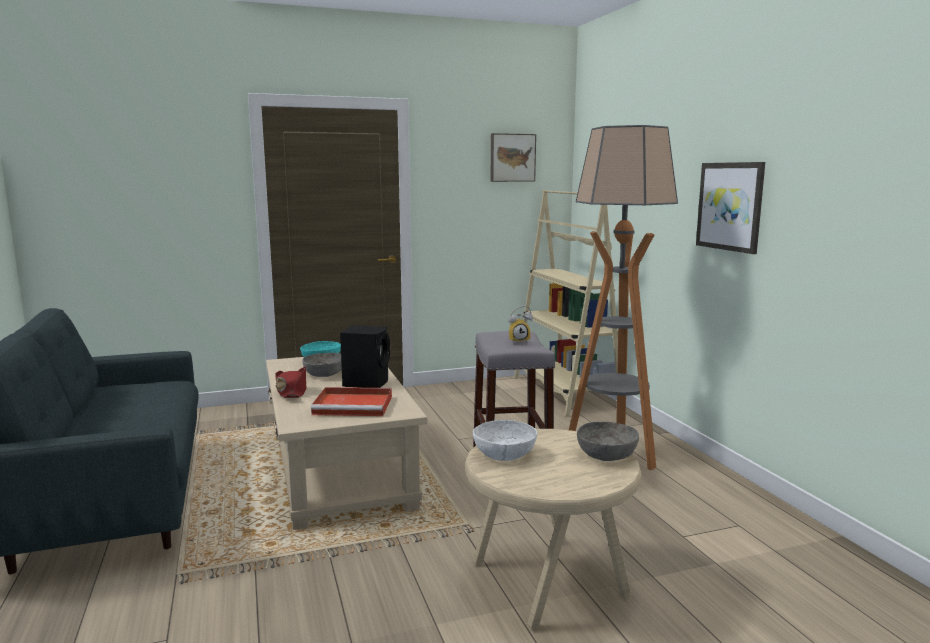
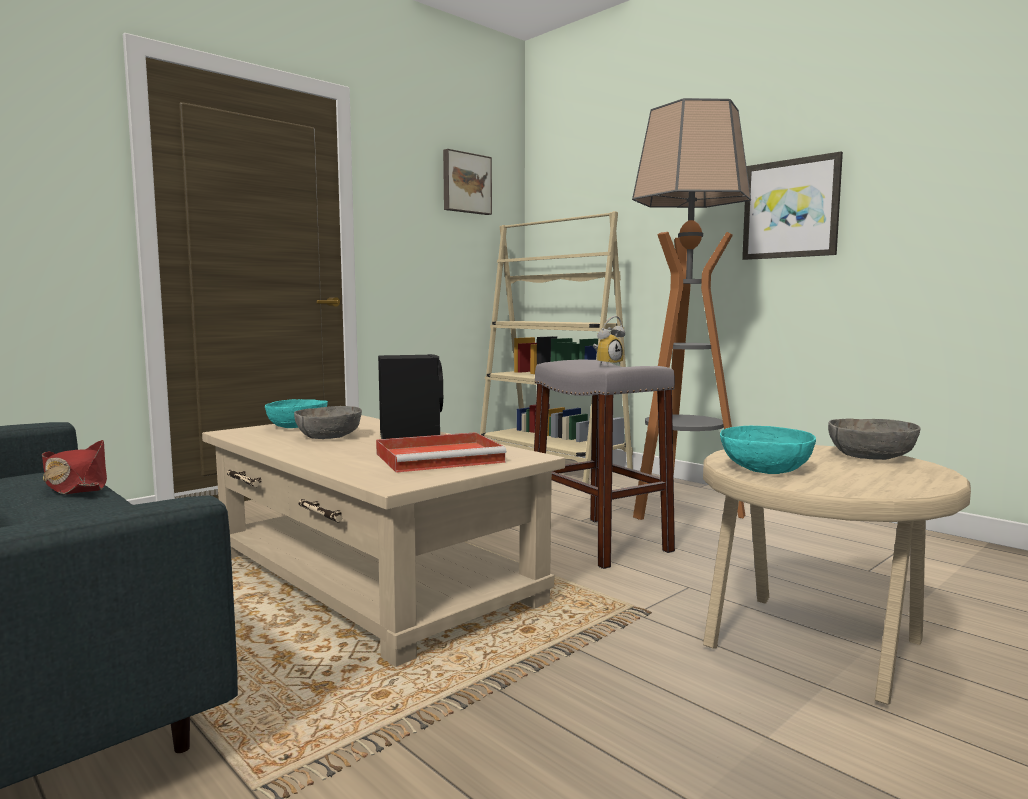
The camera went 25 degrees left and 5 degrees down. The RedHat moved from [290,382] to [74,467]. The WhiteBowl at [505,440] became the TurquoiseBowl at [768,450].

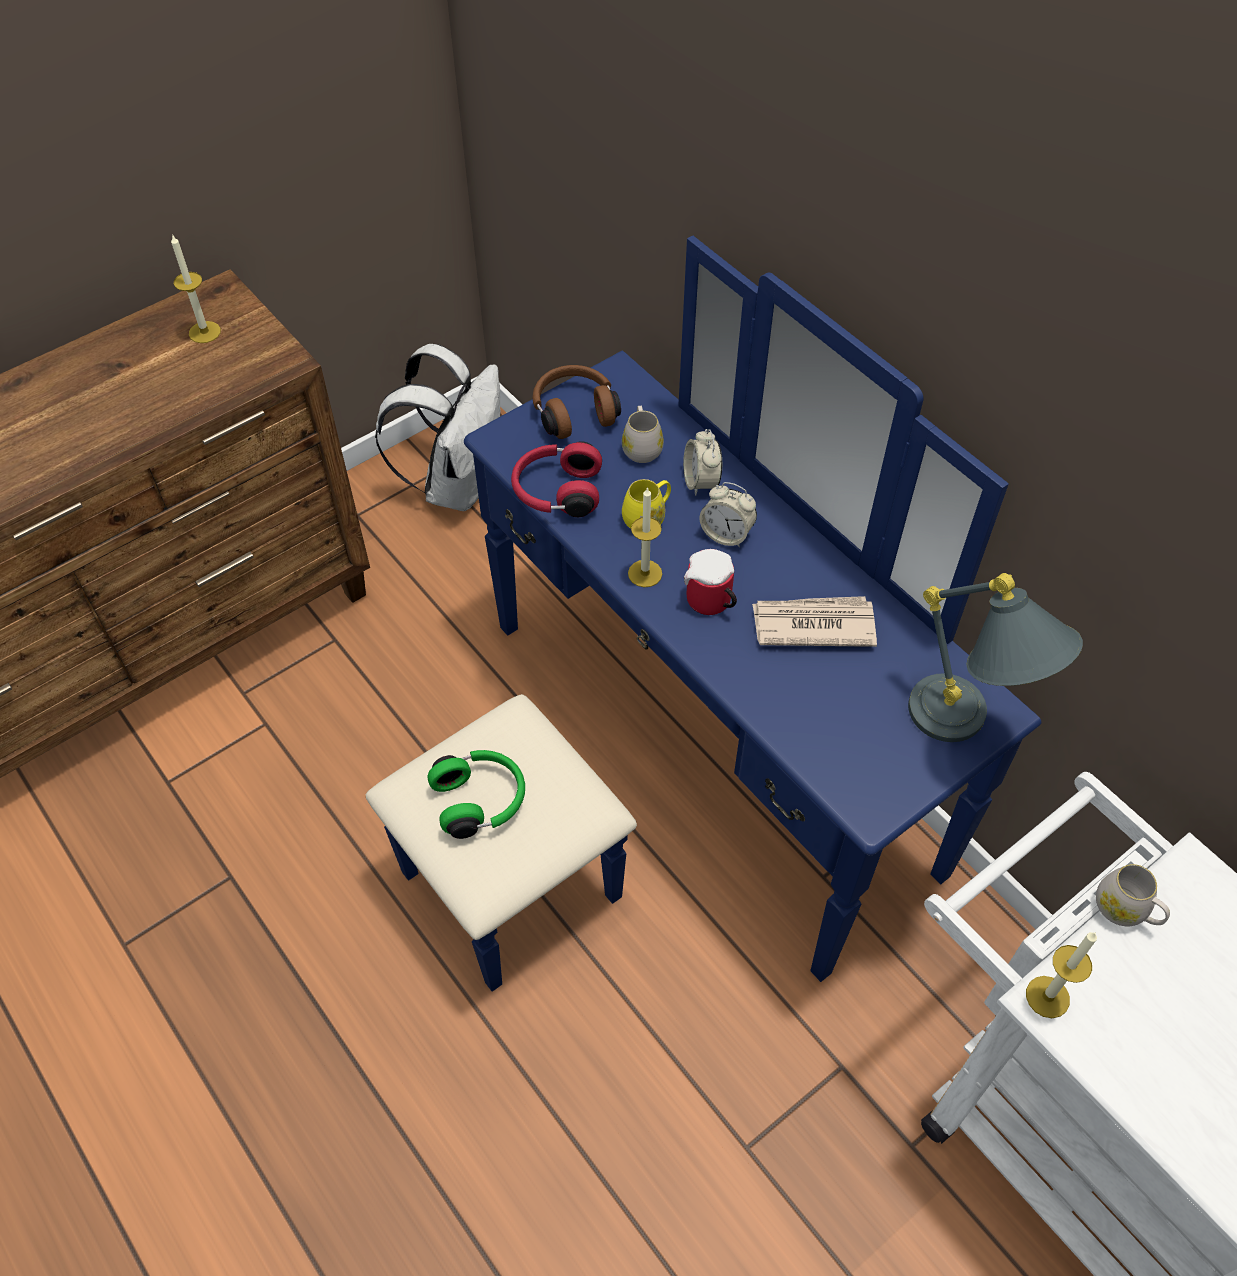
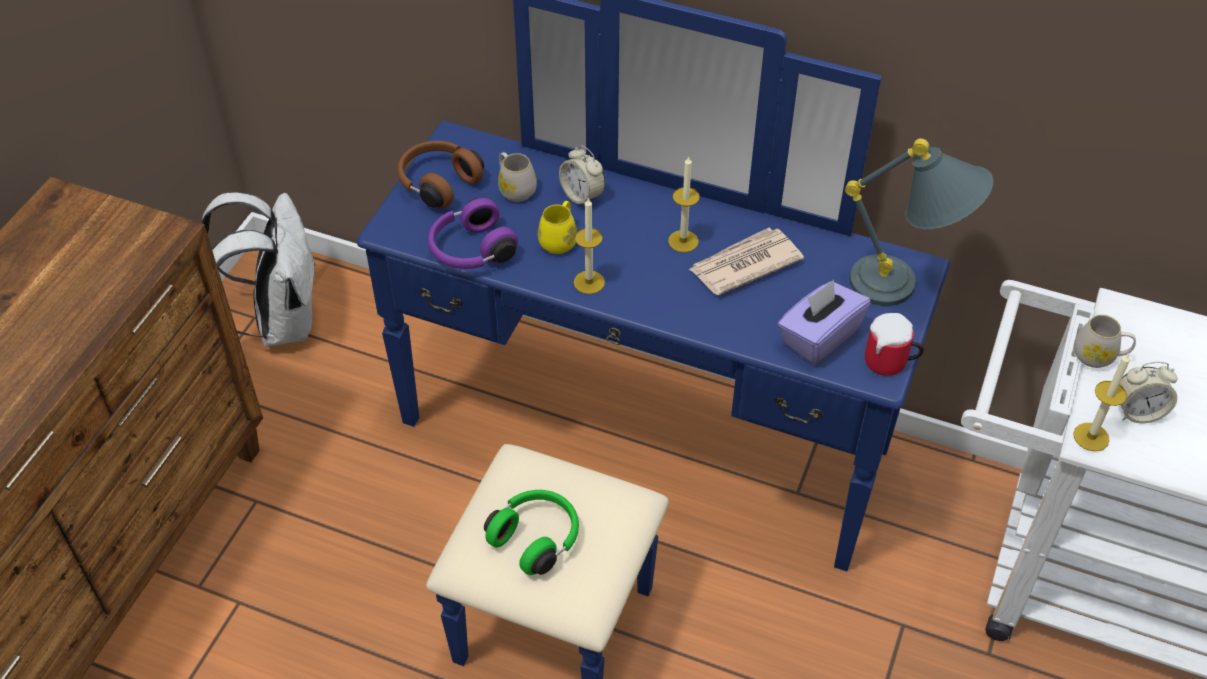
The camera went 30 degrees left and 5 degrees down. The Candle moved from [196,288] to [684,204]. The RedHeadphones at [556,479] became the PurpleHeadphones at [473,233]. The Mug moved from [710,582] to [894,344]. The AlarmClock moved from [728,514] to [1148,392]. The PurpleTissueBox at [824,322] appeared.

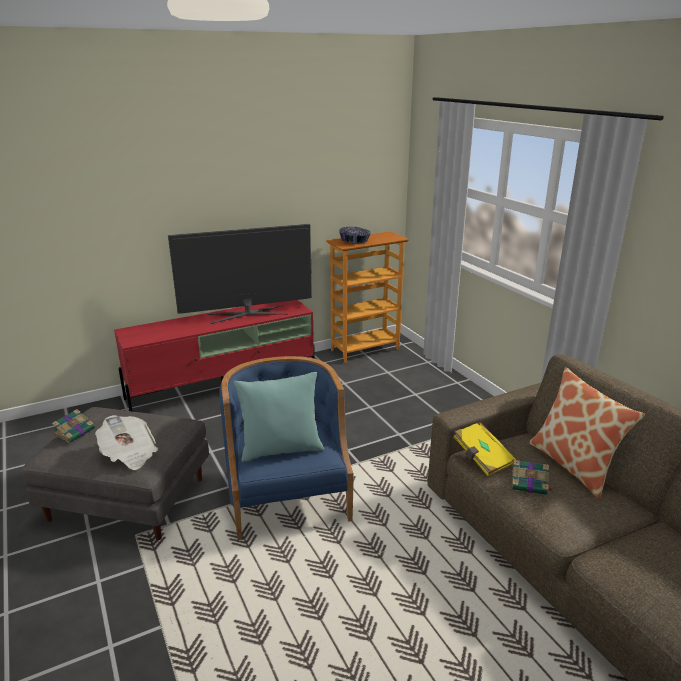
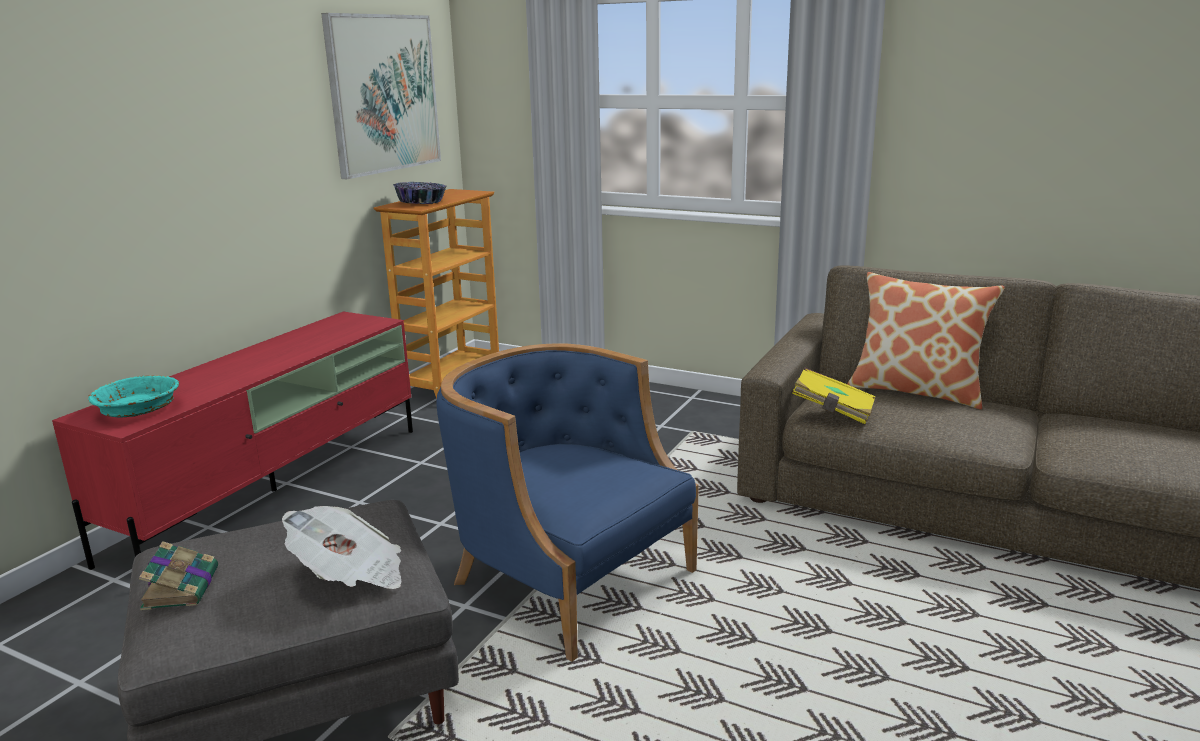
The camera went 35 degrees left and 5 degrees down. The Television at [240,274] disappeared. The TurquoisePillow at [279,417] disappeared. The Book at [533,477] disappeared. The TurquoiseBowl at [133,396] appeared. The Picture at [381,96] appeared.

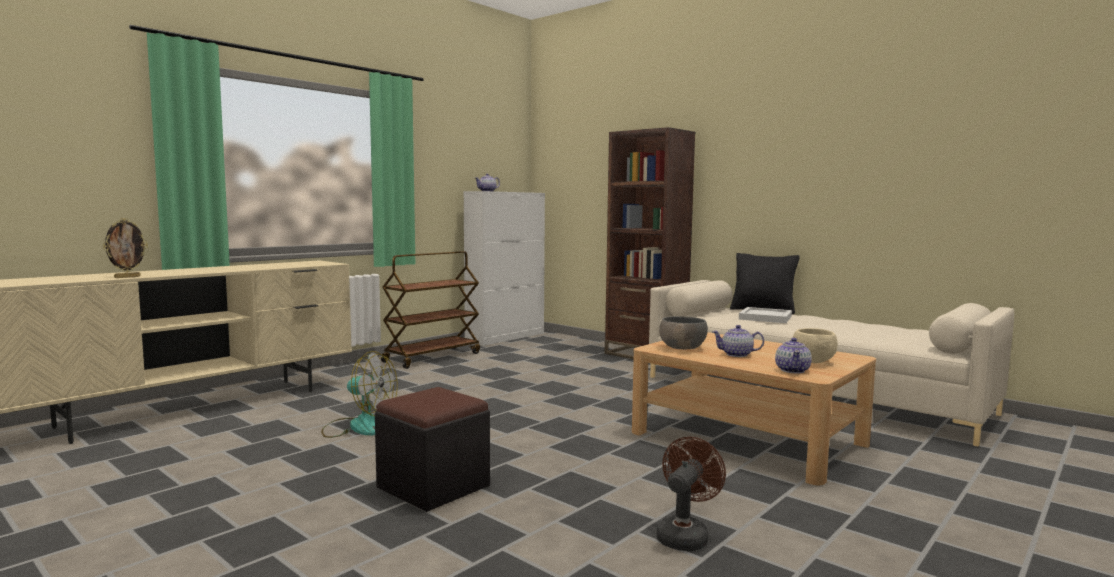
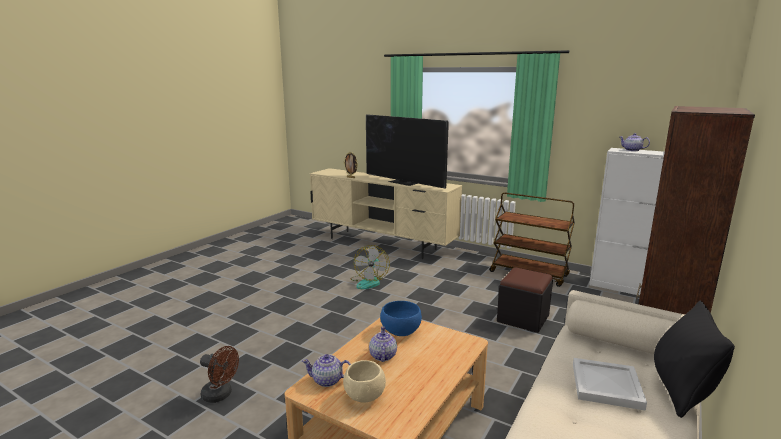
The camera went 80 degrees right and 10 degrees up. The BlackOttoman moved from [432,449] to [525,300]. The GreyBowl at [683,332] became the BlueBowl at [401,318]. The Television at [407,151] appeared.

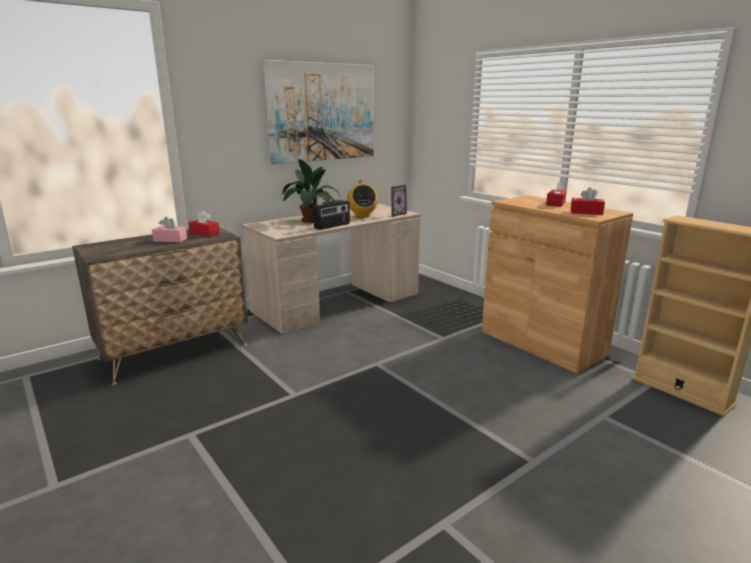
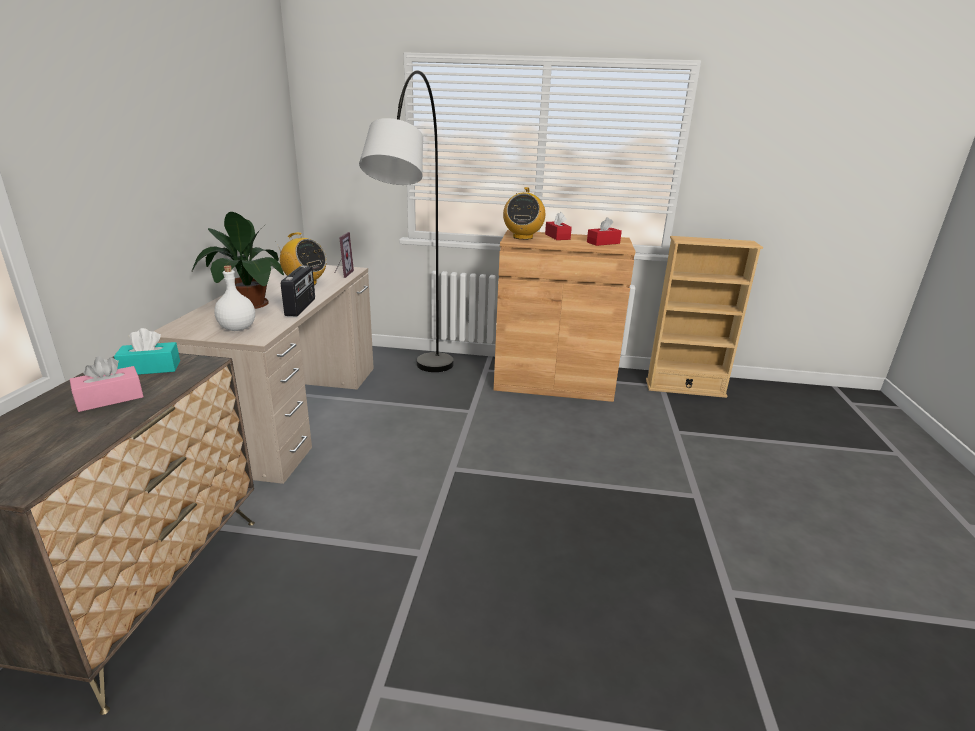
The camera went 45 degrees left and 5 degrees up. The RedTissueBox at [204,224] became the TurquoiseTissueBox at [147,351]. The Picture at [318,112] disappeared. The WhiteBottle at [234,298] appeared. The GreyFloorLamp at [406,221] appeared. The Radio at [524,213] appeared.

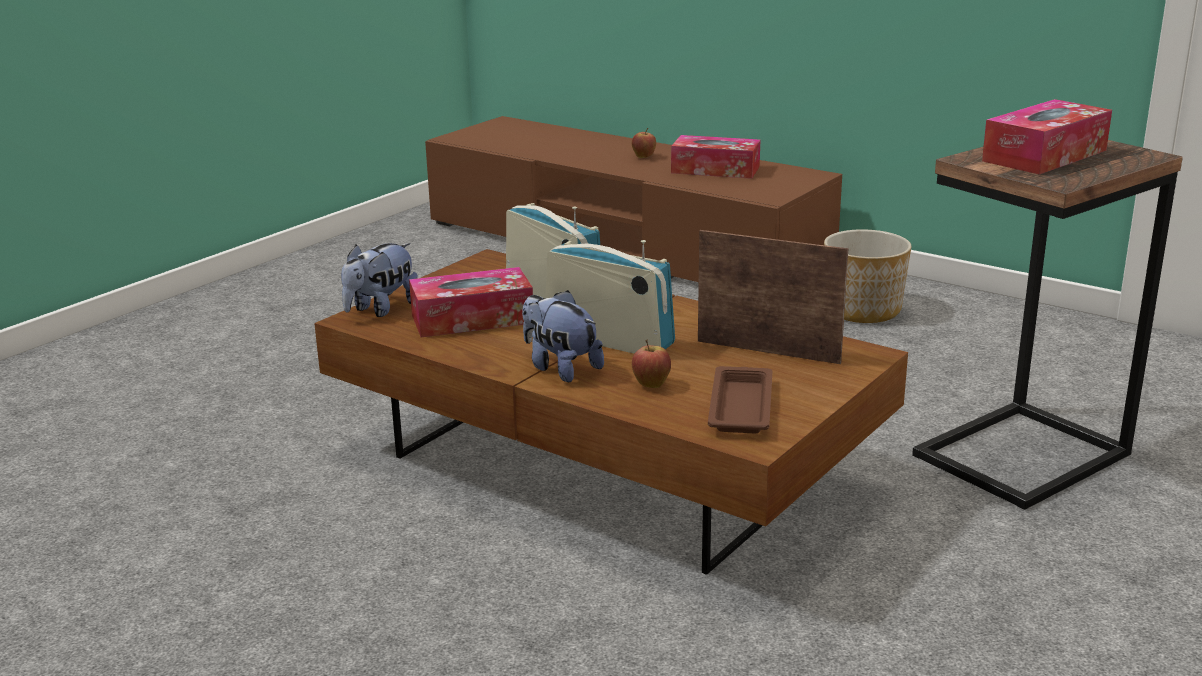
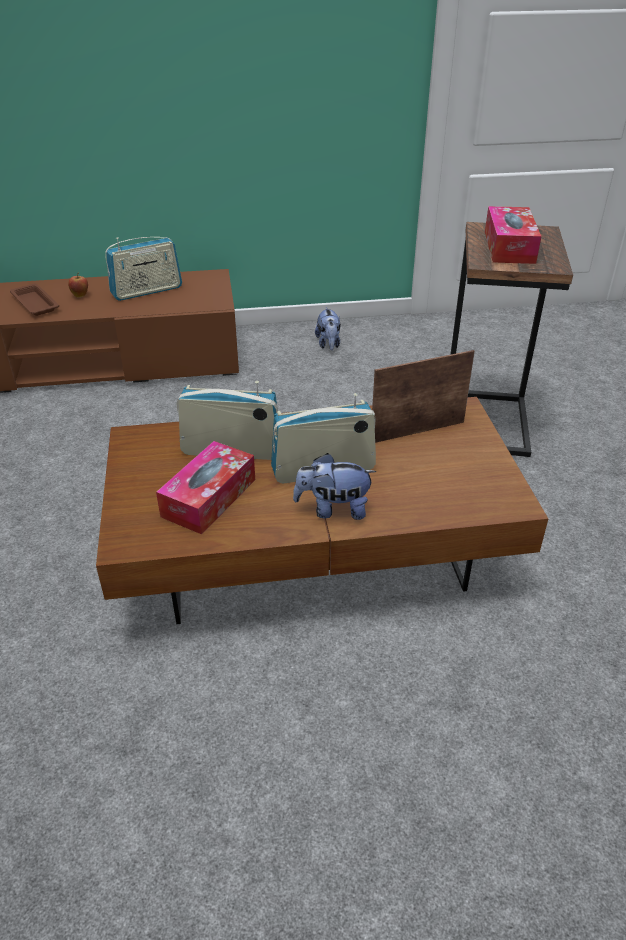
The camera went 45 degrees left and 15 degrees up. The PlushToy moved from [379,280] to [328,328]. The Apple at [651,364] disappeared. The TissueBox at [715,157] was replaced by the Radio at [143,269]. The BrownTray moved from [740,400] to [34,300]. The Planter at [868,276] disappeared.

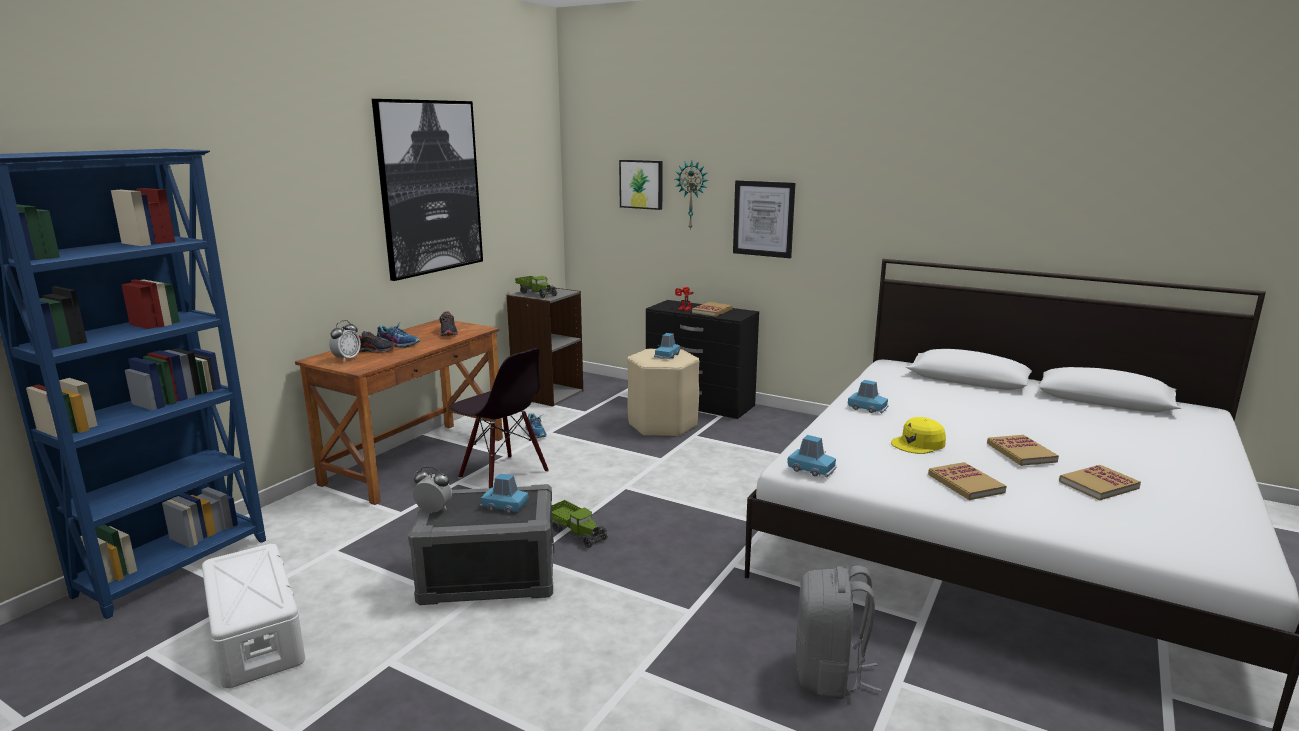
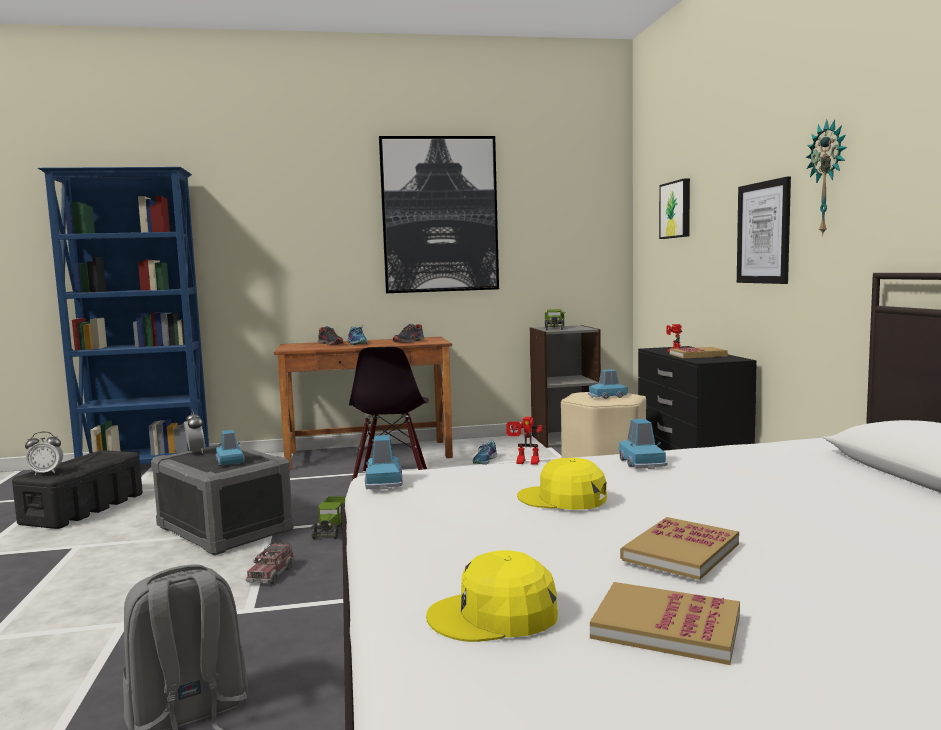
The camera went 50 degrees right and 10 degrees down. The WhiteStorageBox at [253,616] became the BlackStorageBox at [77,489]. The AlarmClock moved from [345,341] to [44,453]. The WallClock moved from [692,195] to [826,177]. The Book at [967,481] disappeared. The ToyTruck at [270,563] appeared. The YellowCap at [492,596] appeared. The ToyRobot at [525,441] appeared.

